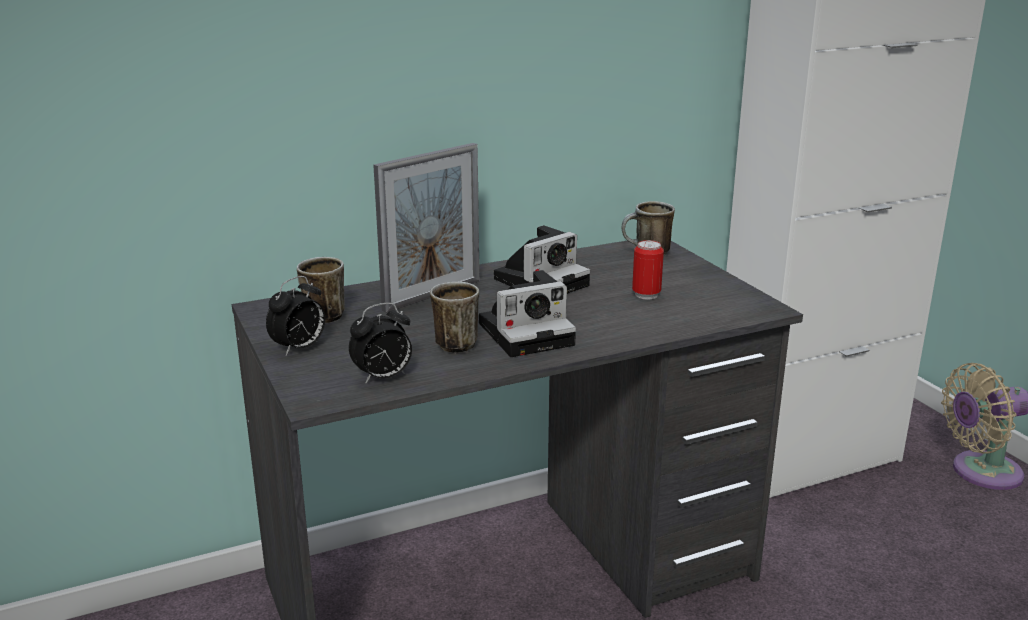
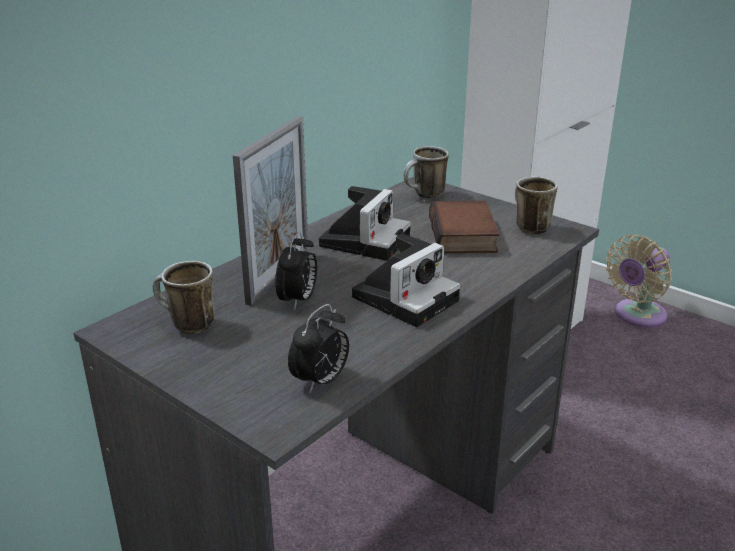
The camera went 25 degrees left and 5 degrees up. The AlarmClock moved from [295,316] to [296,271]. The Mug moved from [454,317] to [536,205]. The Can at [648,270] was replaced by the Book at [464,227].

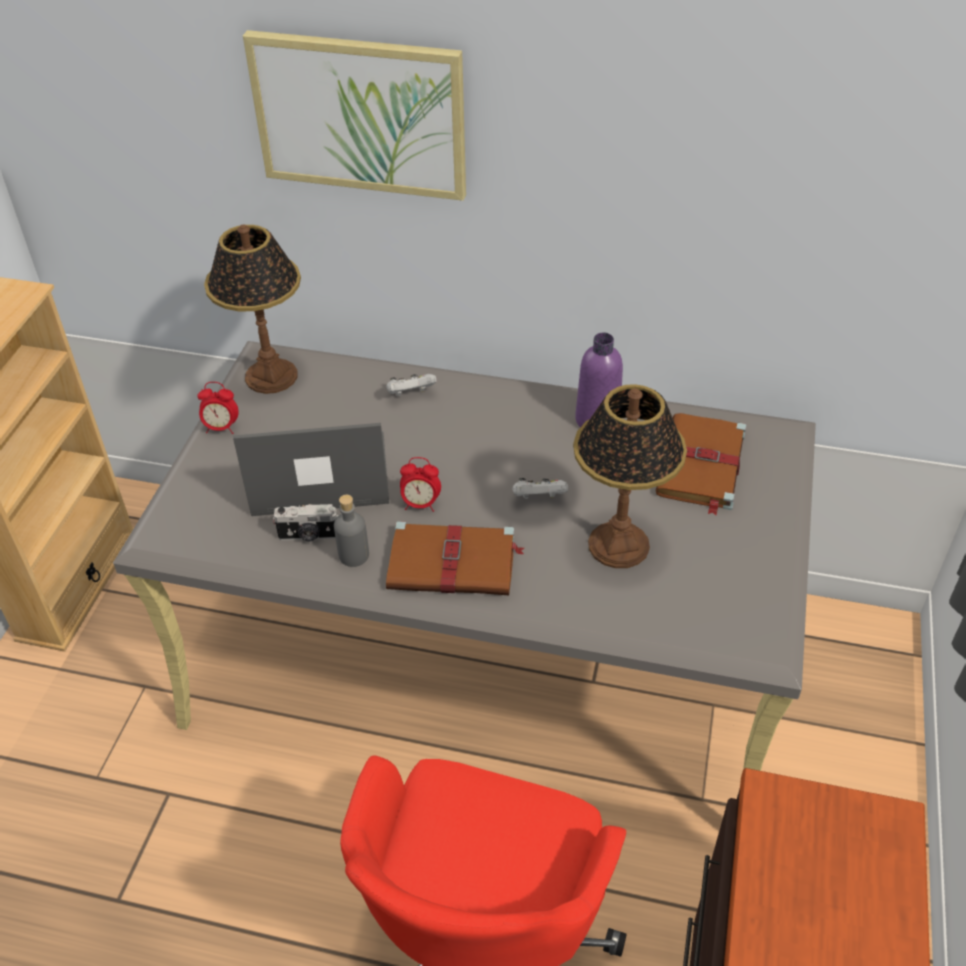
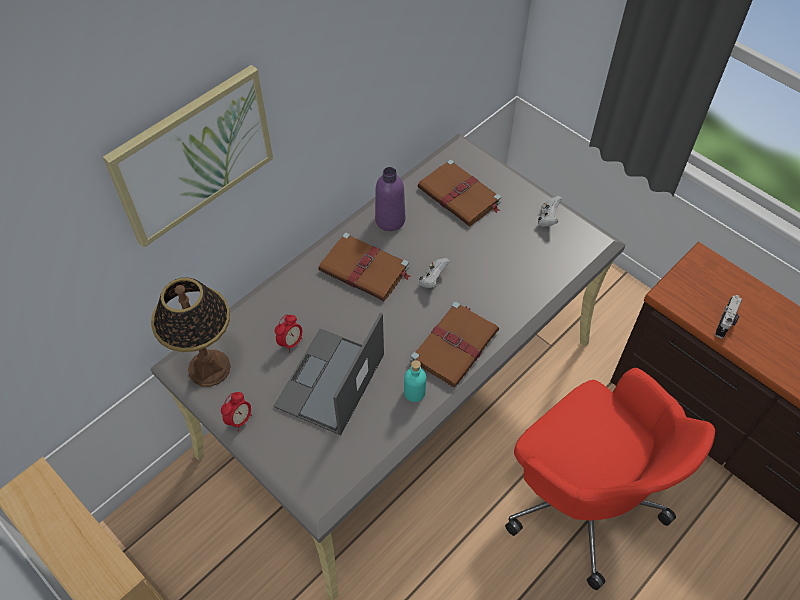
The camera went 60 degrees left and 10 degrees up. The PhotoCamera moved from [306,522] to [728,317]. The GreyBottle at [351,531] became the TurquoiseBottle at [415,381]. The WhiteGameController moved from [411,385] to [550,211]. The AlarmClock moved from [420,484] to [289,334]. The TableLamp at [630,476] disappeared. The BrownBook at [364,266] appeared.

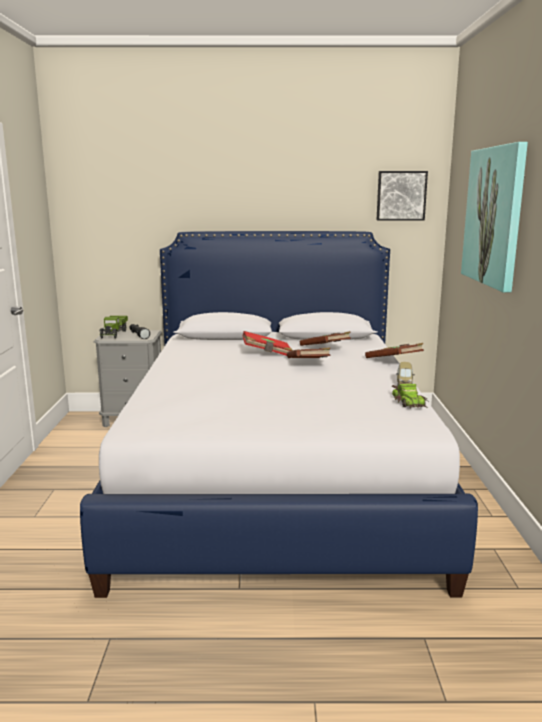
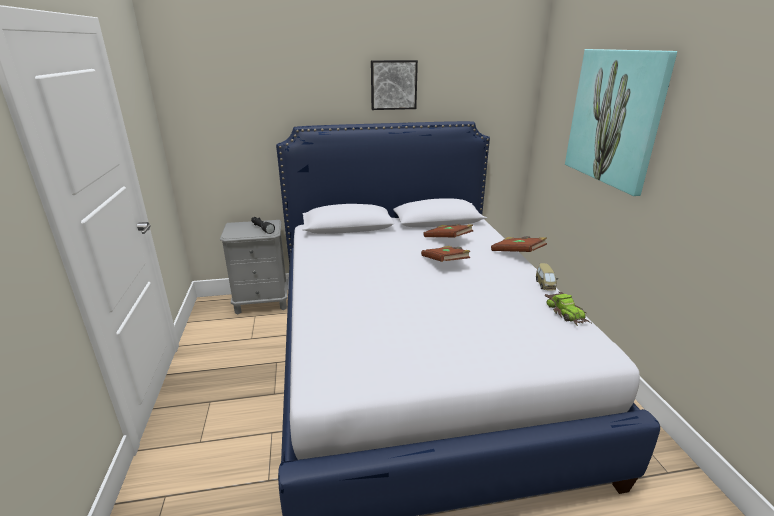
The camera went 10 degrees left and 10 degrees up. The ToyTruck at [113,327] disappeared. The RedBook at [267,343] disappeared. The Picture moved from [402,196] to [394,85].

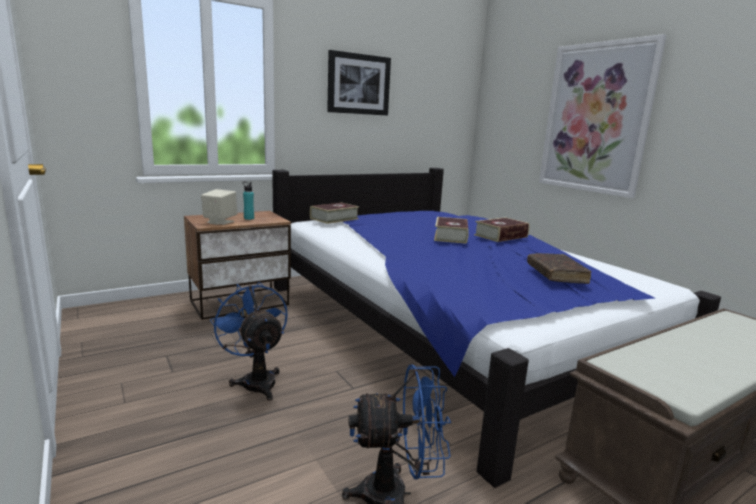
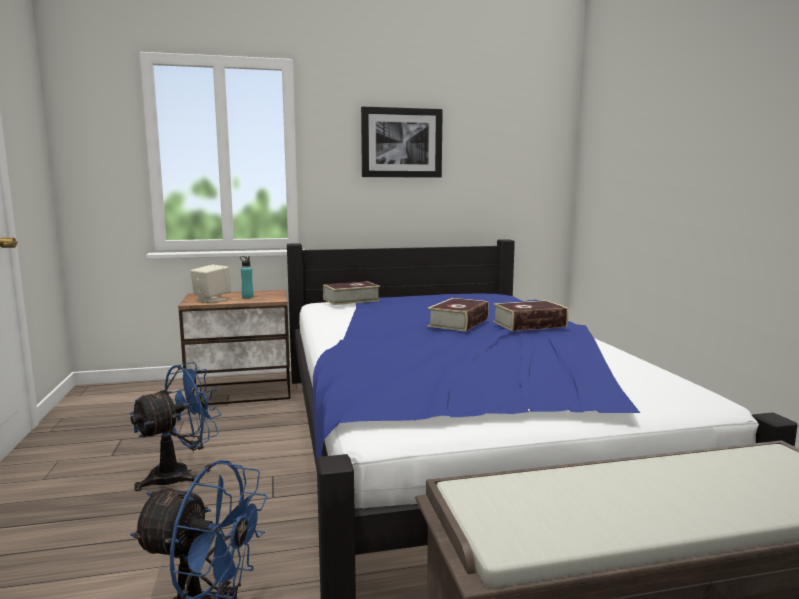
The camera went 20 degrees right and 5 degrees down. The BlueFan at [249,341] turned 60 degrees clockwise. The BrownBook at [559,268] disappeared. The Picture at [603,116] disappeared.

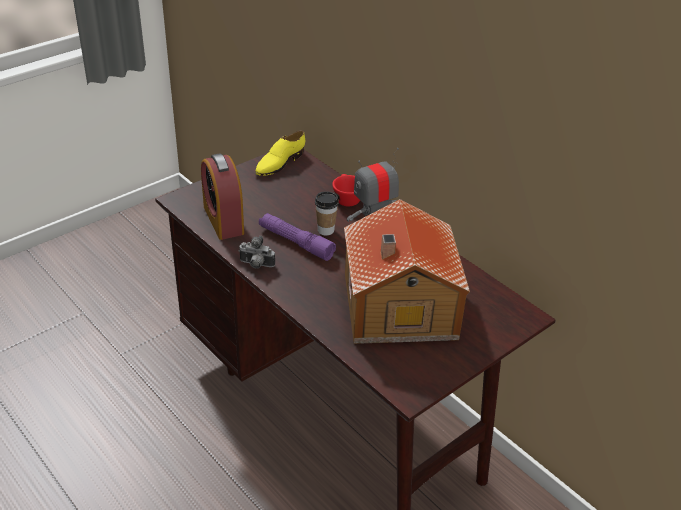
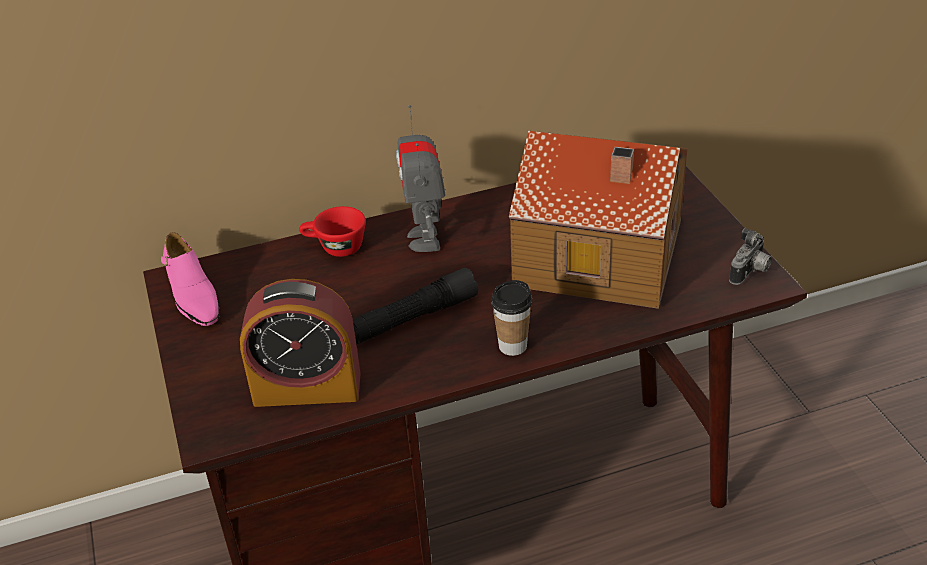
The camera went 65 degrees left and 0 degrees up. The PhotoCamera moved from [256,252] to [750,256]. The YellowShoe at [280,153] became the PinkShoe at [190,279]. The PurpleFlashlight at [297,237] became the BlackFlashlight at [415,306]. The Cup moved from [327,213] to [511,318].

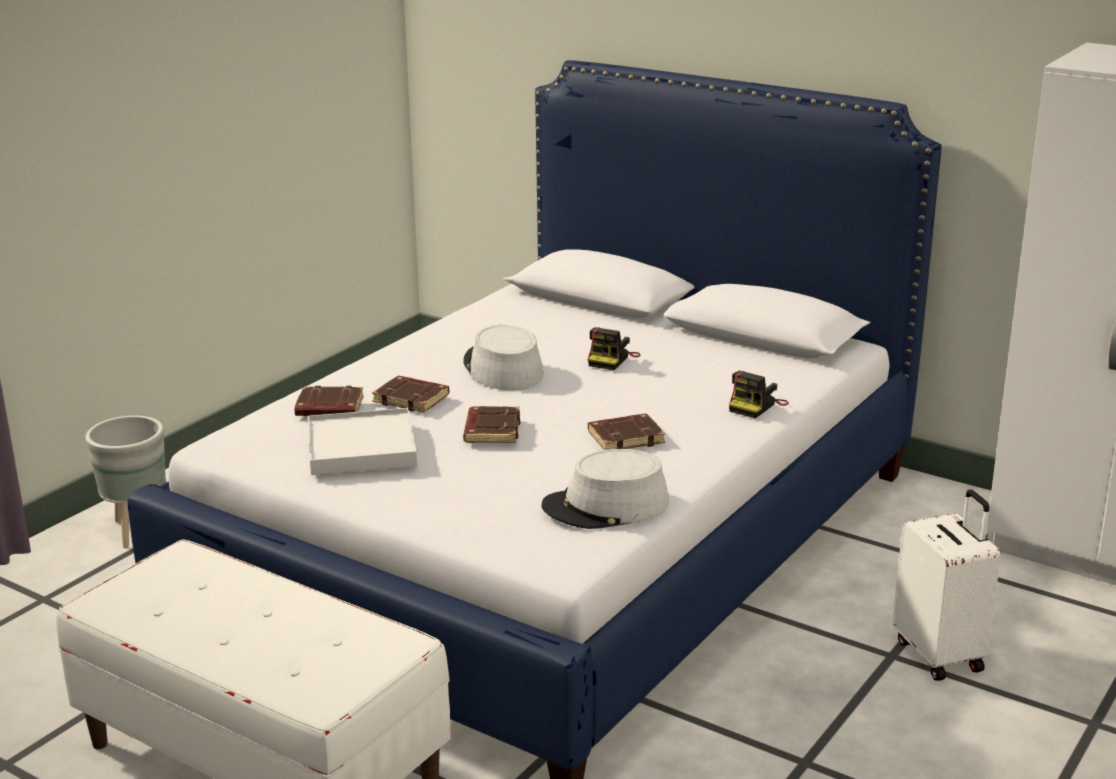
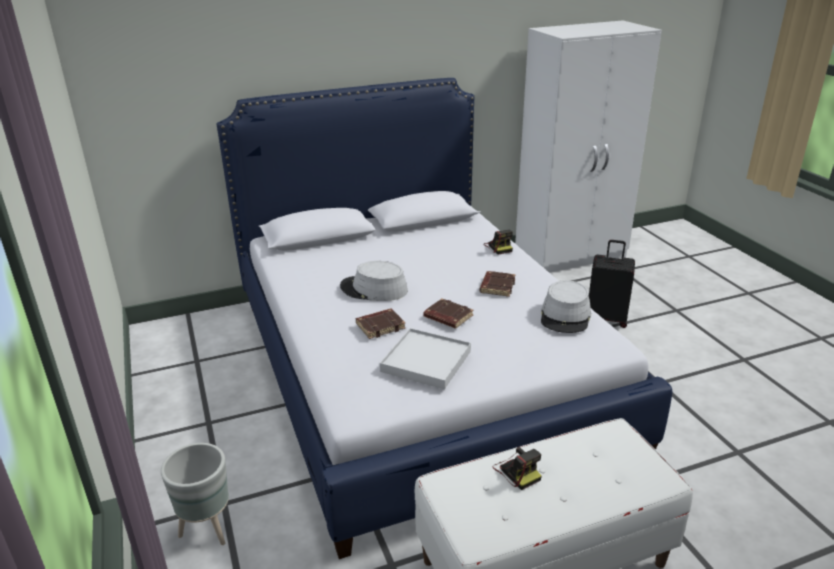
The camera went 55 degrees left and 5 degrees up. The BrownBook at [329,401] disappeared. The PhotoCamera moved from [614,348] to [517,468]. The WhiteSuitcase at [947,585] became the BlackSuitcase at [612,284].

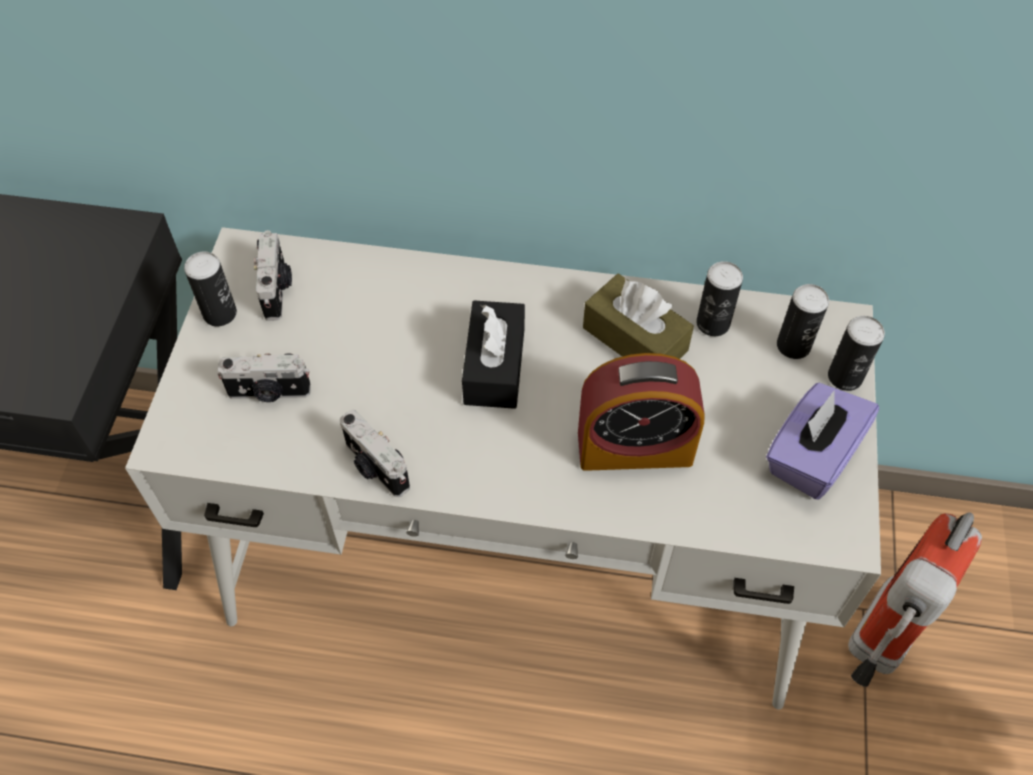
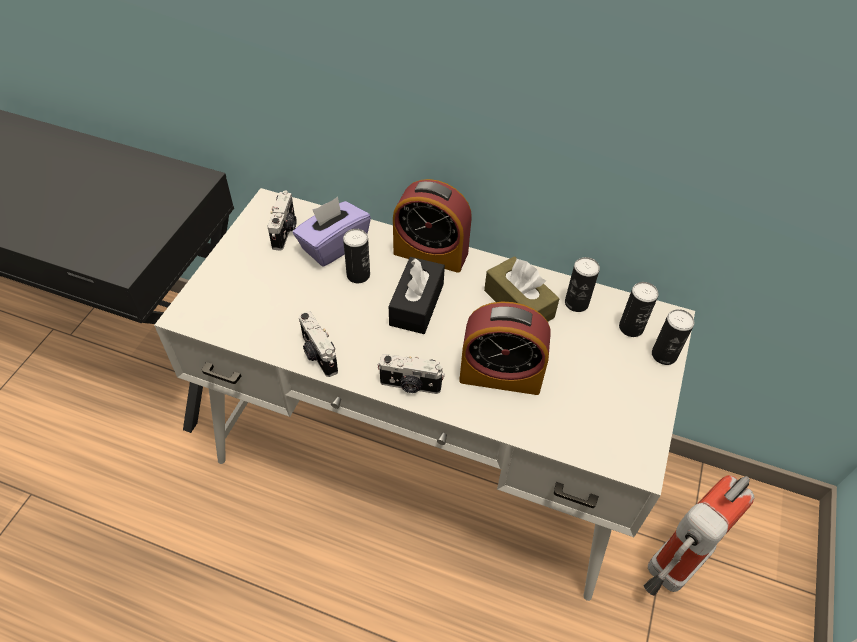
The camera went 10 degrees right and 5 degrees down. The Can moved from [210,289] to [356,256]. The PhotoCamera moved from [264,377] to [411,374]. The PurpleTissueBox moved from [822,441] to [332,231]. The AlarmClock at [432,226] appeared.

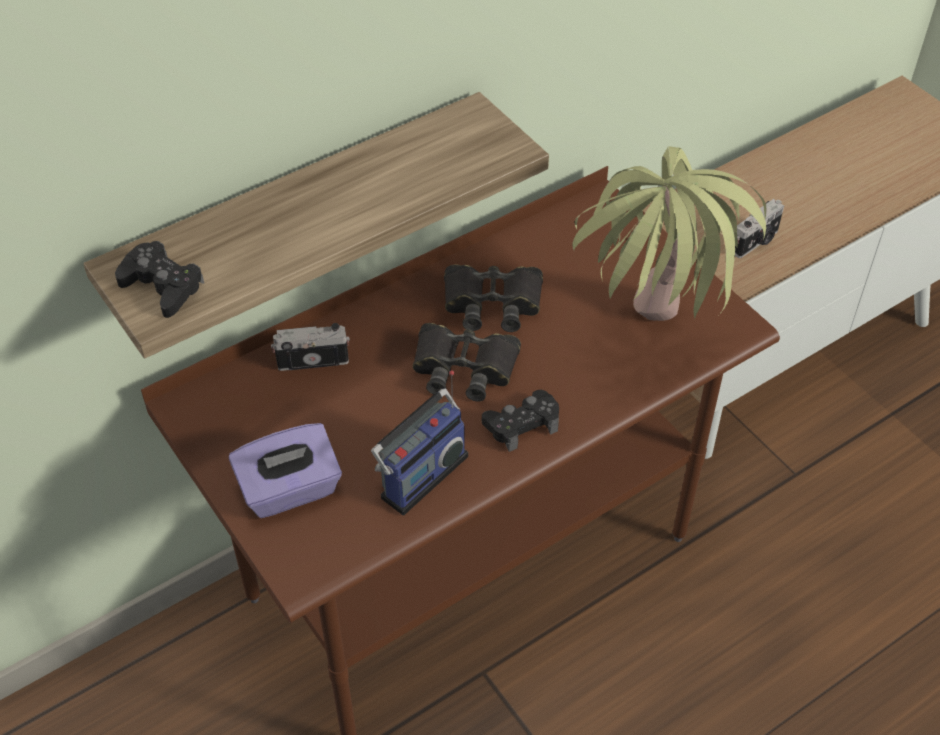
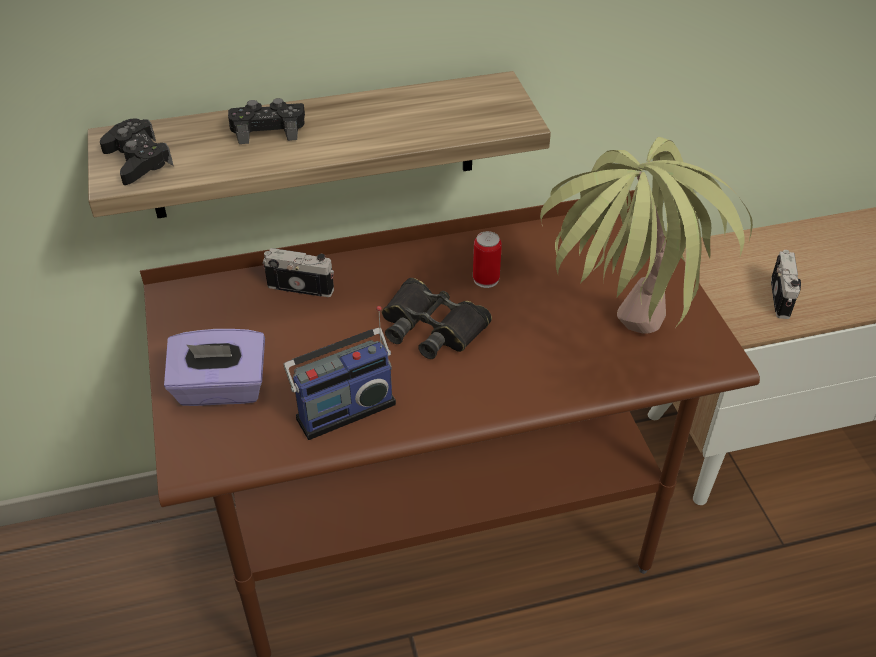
The camera went 20 degrees right and 5 degrees down. The BlackBinoculars at [493,298] was replaced by the Can at [487,259]. The BlackGameController moved from [520,421] to [266,121]. The PhotoCamera at [759,228] turned 60 degrees counterclockwise.

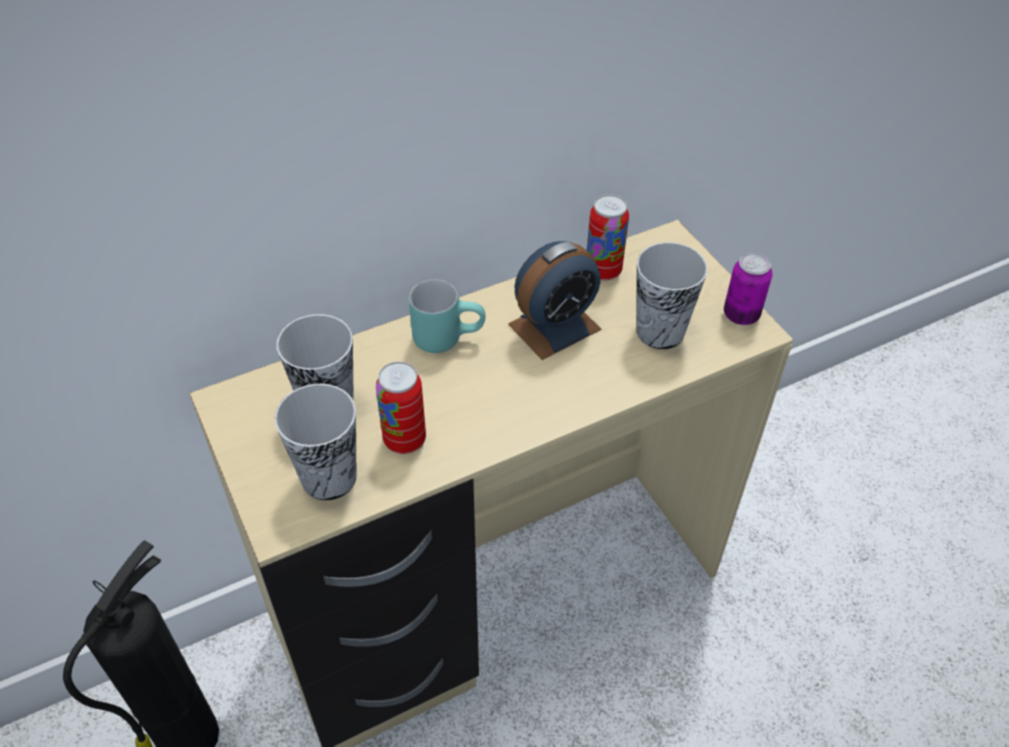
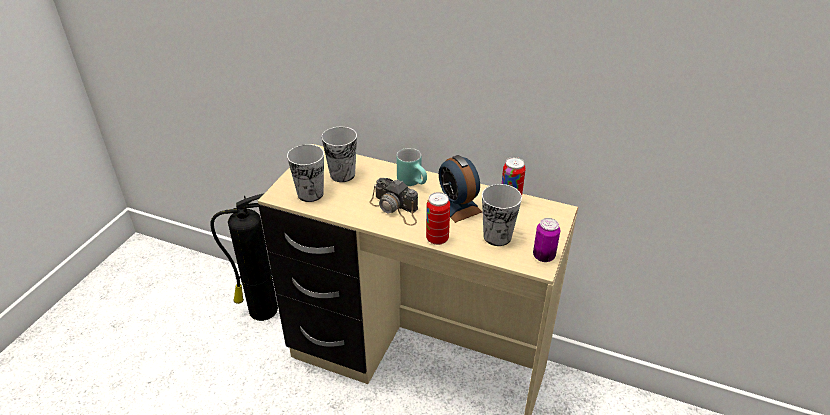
The camera went 50 degrees right and 10 degrees down. The Can moved from [401,408] to [438,218]. The AlarmClock at [554,300] turned 45 degrees clockwise. The PhotoCamera at [394,202] appeared.

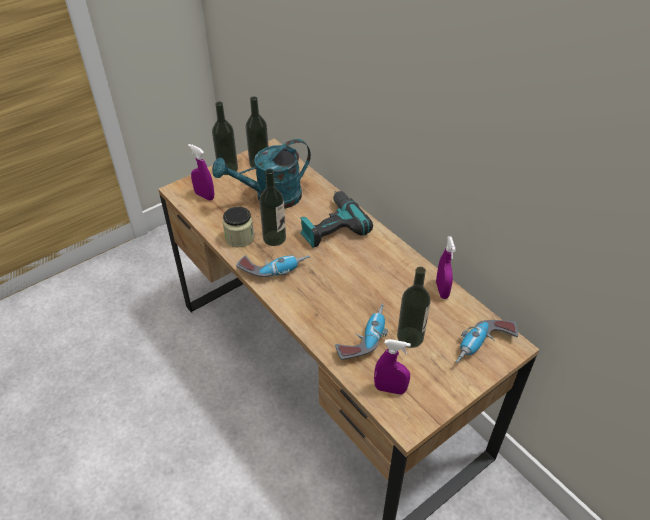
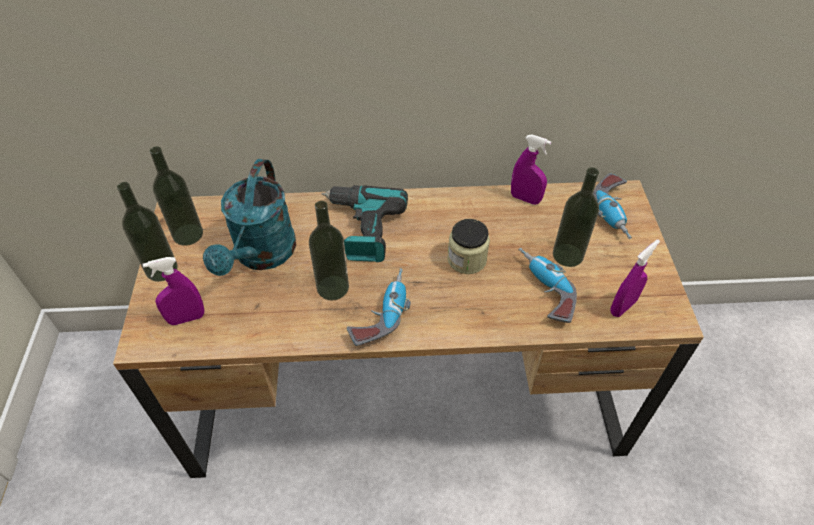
The camera went 55 degrees left and 5 degrees up. The Jar moved from [238,227] to [469,246].

